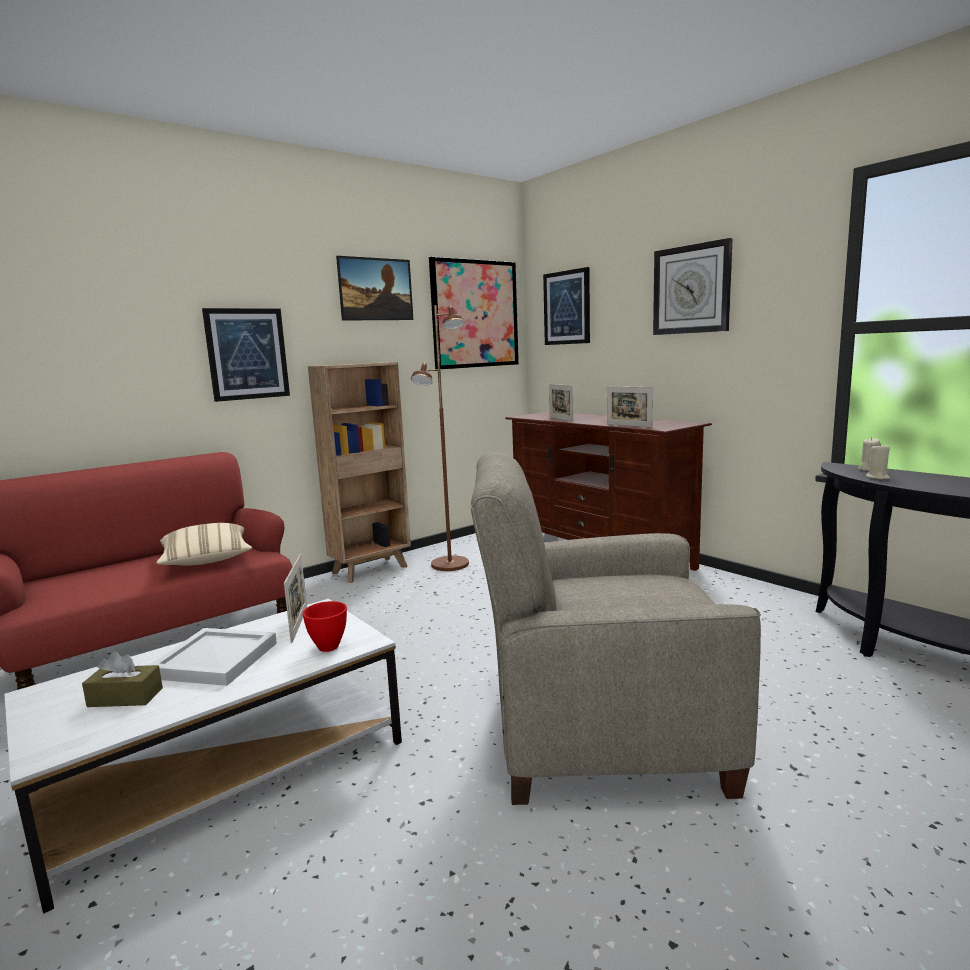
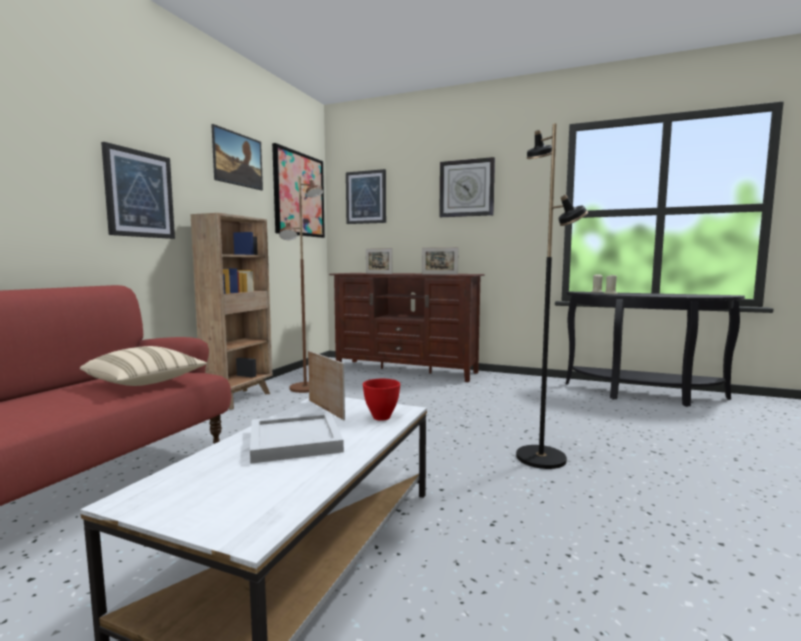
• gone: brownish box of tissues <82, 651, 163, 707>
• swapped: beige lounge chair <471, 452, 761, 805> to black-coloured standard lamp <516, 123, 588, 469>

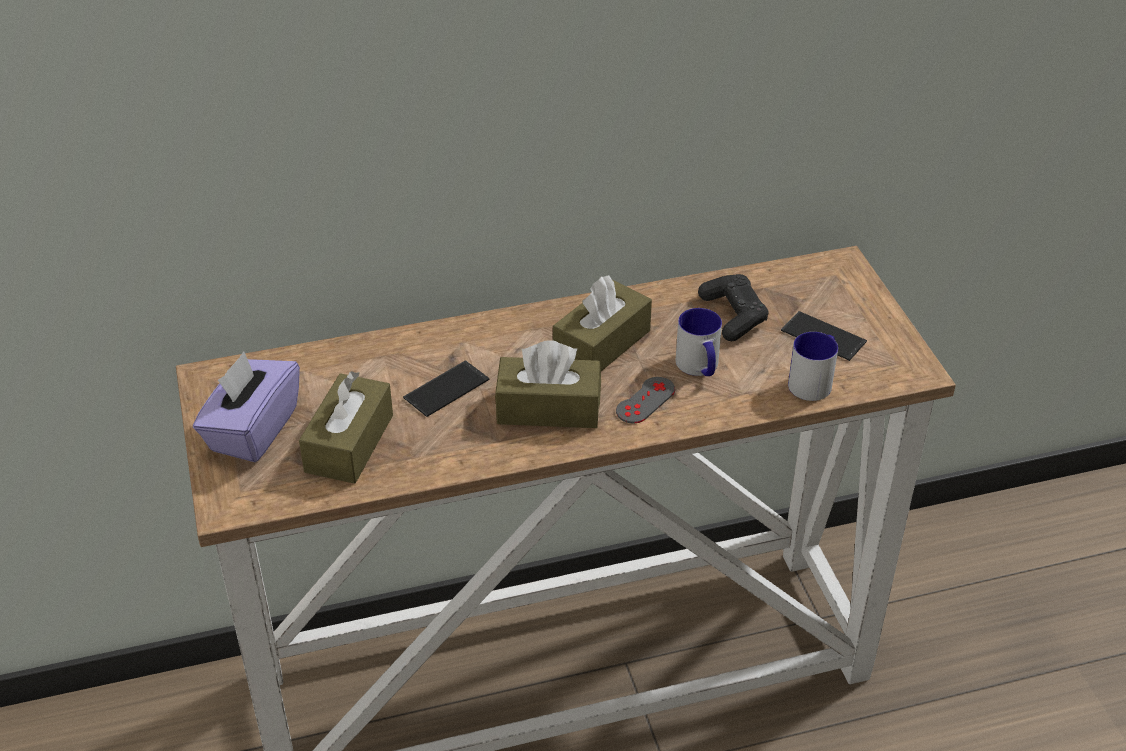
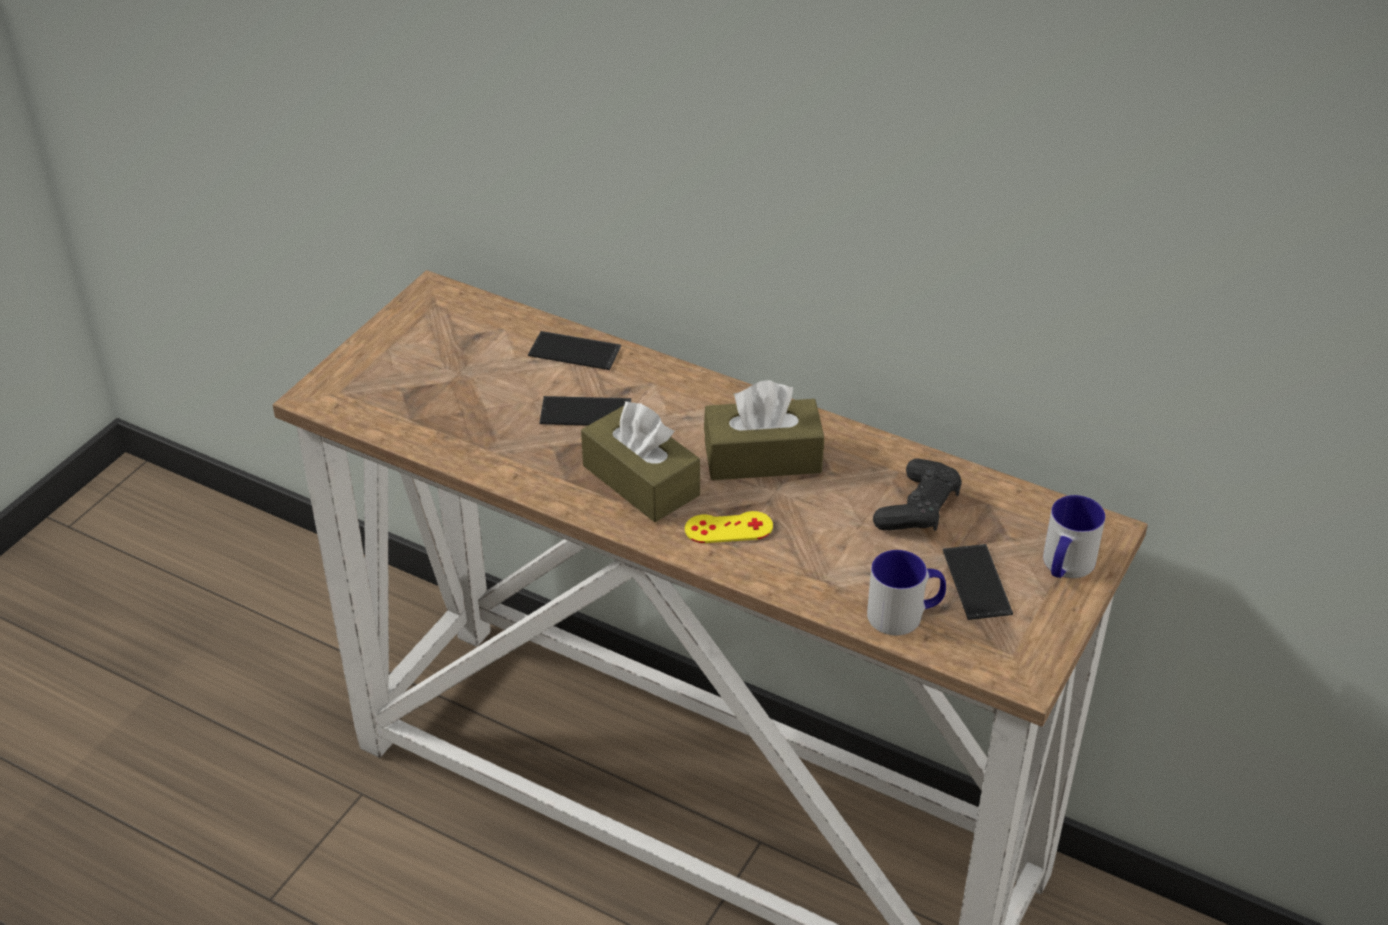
• gone: purple box of tissues <193, 352, 300, 462>
• gone: brownish box of tissues <299, 371, 393, 484>
• new: phone <528, 331, 621, 370>
• shifted: mug <676, 308, 722, 376> to <1043, 495, 1105, 578>
• repainted: grey joypad <616, 377, 675, 423> to yellow joypad <685, 511, 773, 543>

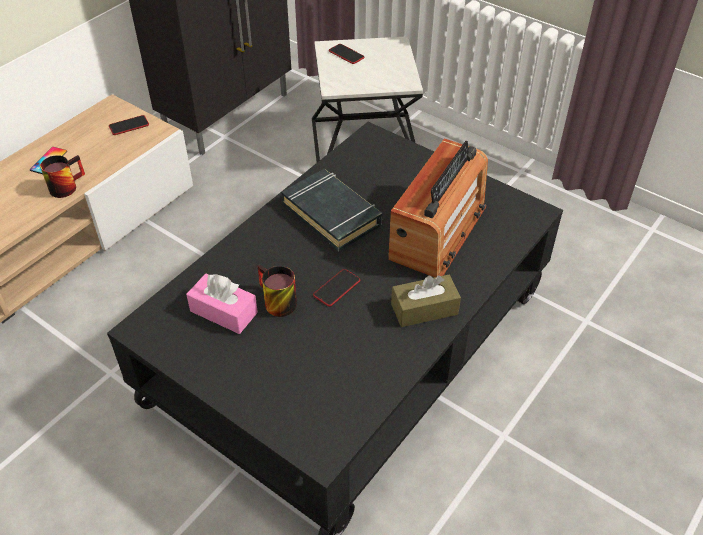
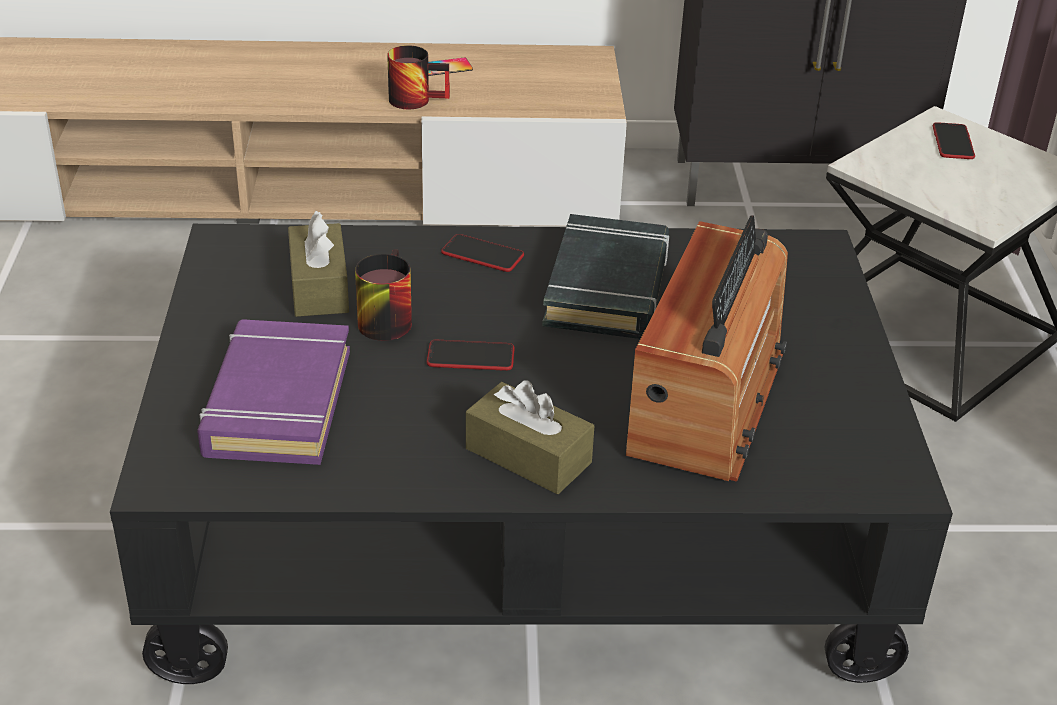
• new: purple bound book <197, 319, 350, 465>
• shifted: phone <109, 115, 149, 135> to <441, 234, 524, 272>
• repainted: pink-coloured box of tissues <186, 274, 258, 334> to brownish box of tissues <288, 211, 349, 317>
• rotated: radio set <388, 139, 488, 278> = <626, 216, 788, 482> 60 degrees counterclockwise

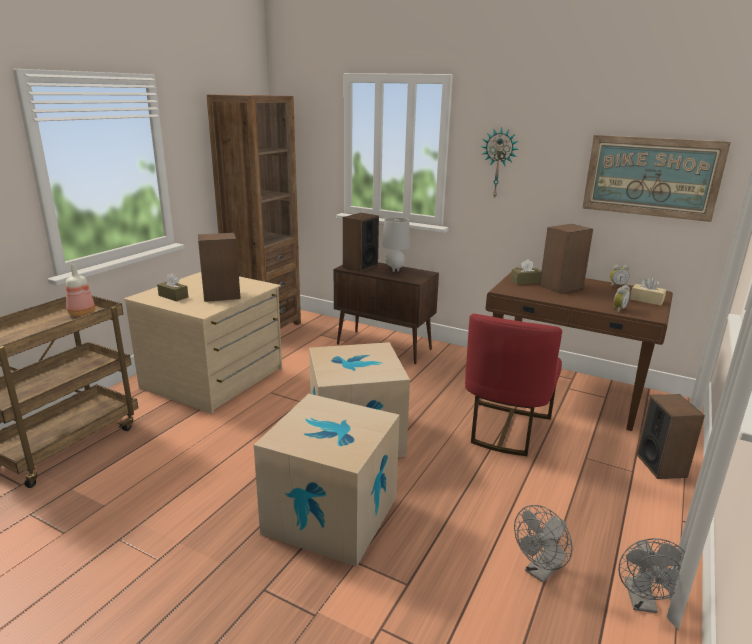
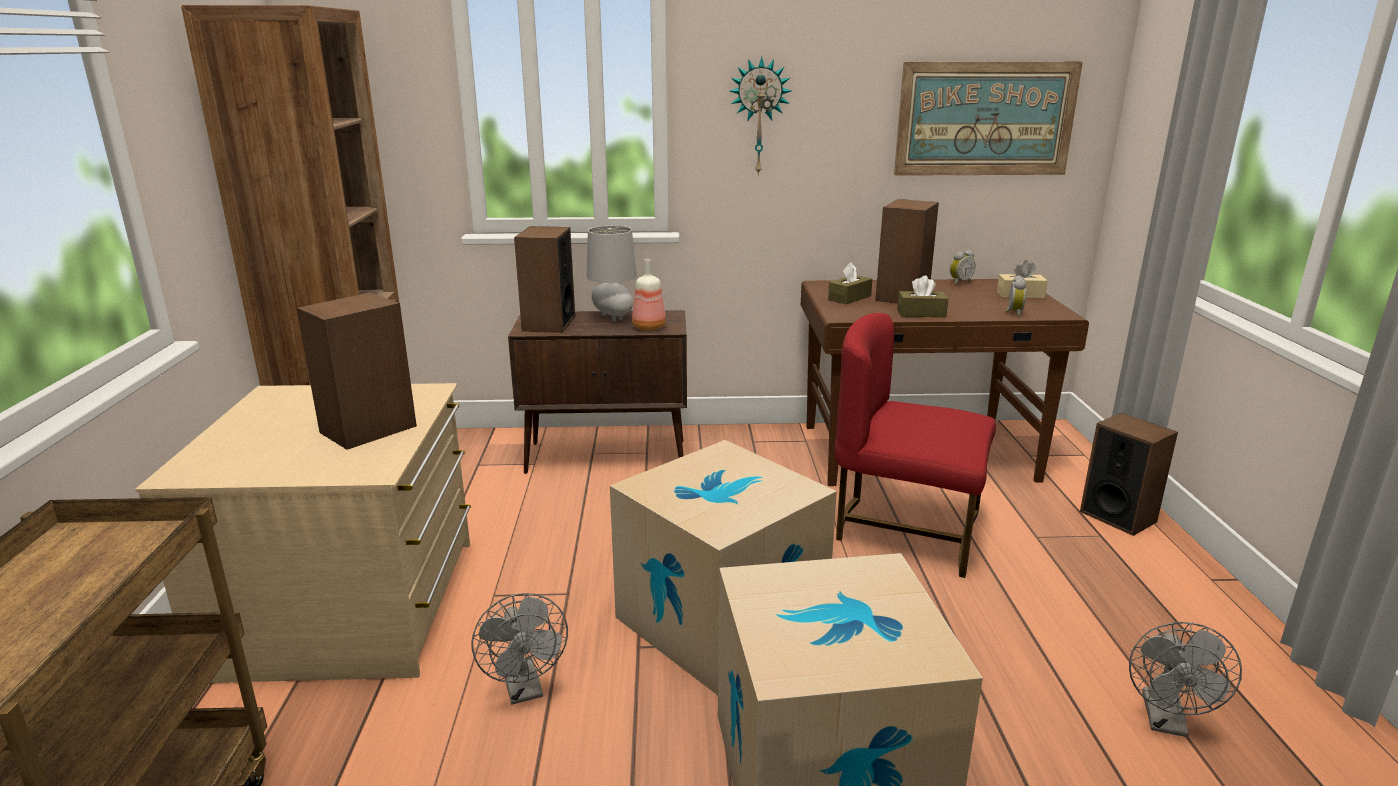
• shifted: beverage bottle <66, 263, 95, 317> to <632, 259, 666, 331>
• shifted: brownish box of tissues <157, 273, 188, 301> to <897, 276, 948, 317>
• shifted: grey electric fan <619, 538, 685, 613> to <472, 593, 568, 704>
• rotated: red-coloured chair <465, 314, 562, 456> = <835, 313, 996, 578> 120 degrees clockwise

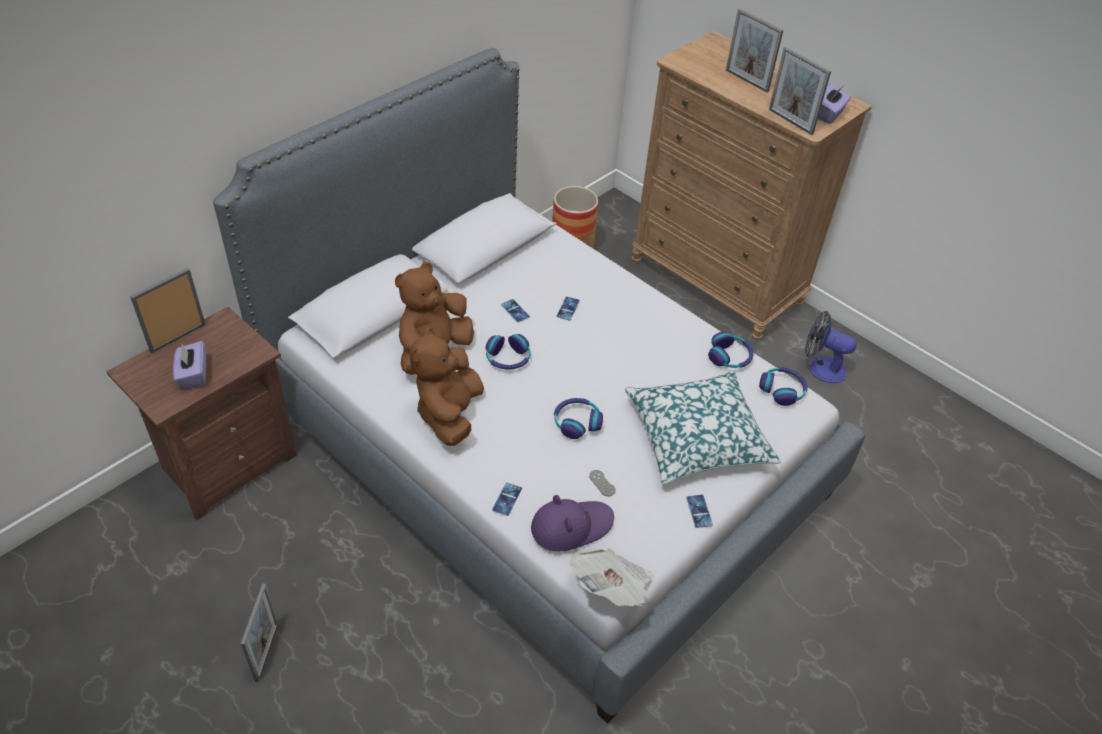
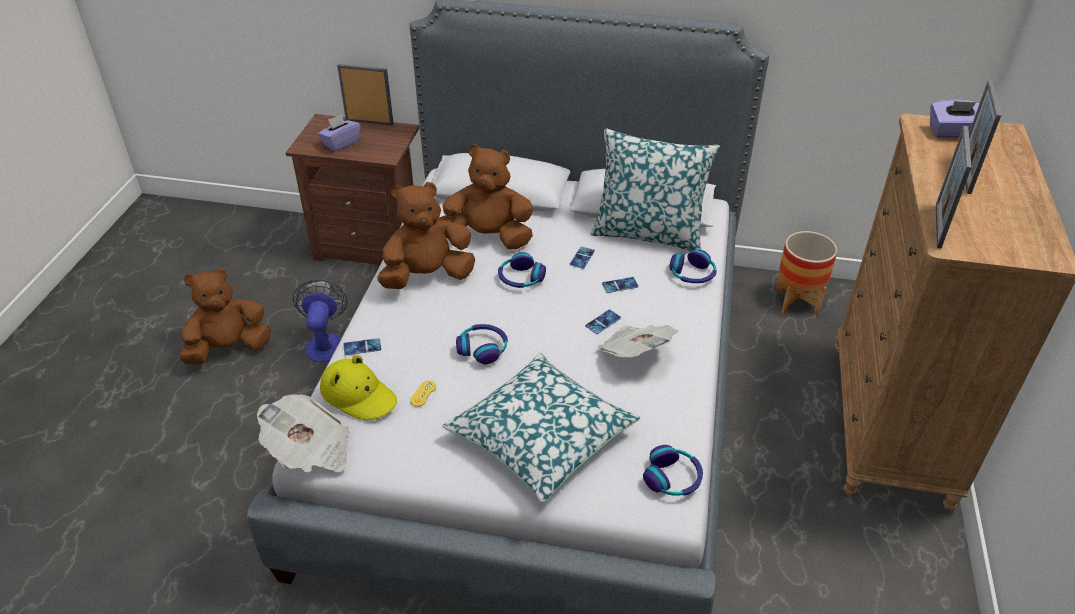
• new: pillow <591, 129, 720, 252>
• new: printed paper <597, 325, 679, 357>
• shifted: phone <686, 495, 713, 528> to <585, 309, 621, 334>
• shifted: headset <708, 332, 754, 368> to <670, 250, 717, 283>
• shifted: electric fan <805, 311, 857, 383> to <293, 280, 347, 362>
• shifted: purple box of tissues <818, 84, 851, 124> to <930, 100, 979, 138>
• swapped: photo frame <241, 584, 278, 682> to brownish plush toy <179, 268, 271, 364>
• repainted: purple hat <531, 495, 614, 551> to yellow hat <320, 355, 397, 420>
• repainted: grey joypad <589, 470, 616, 496> to yellow joypad <410, 381, 436, 407>

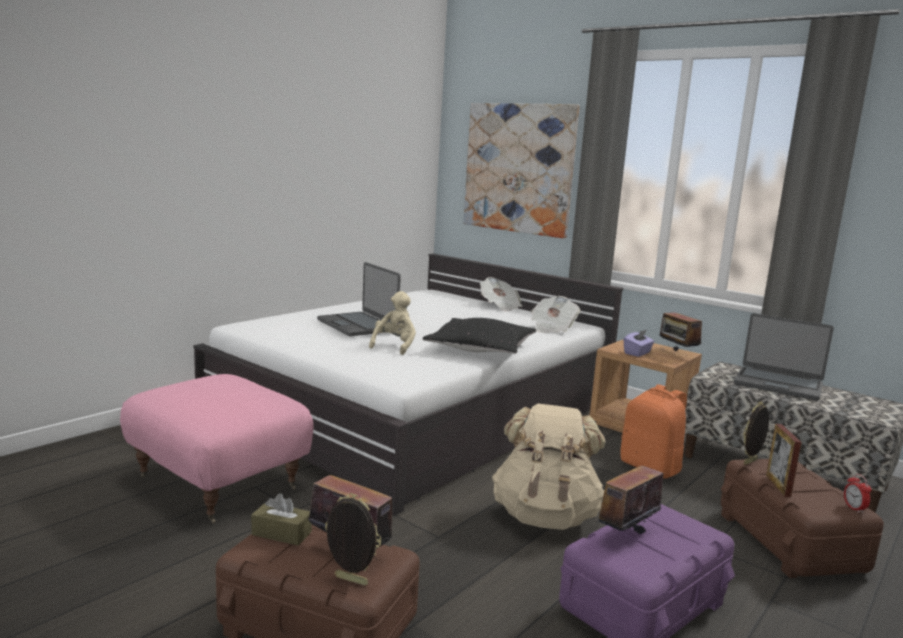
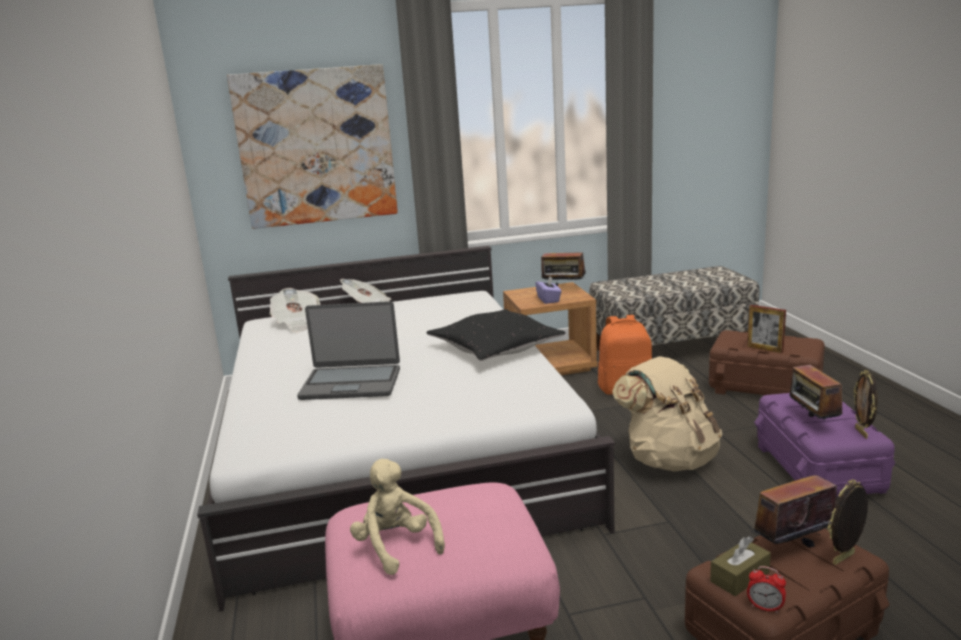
• gone: notebook computer <734, 313, 834, 401>
• shifted: beige plush toy <369, 291, 416, 355> to <350, 459, 445, 575>
• shifted: printed paper <531, 296, 580, 333> to <269, 288, 320, 333>
• shifted: photo frame <743, 402, 769, 465> to <854, 370, 878, 439>
• shifted: table clock <844, 474, 871, 513> to <747, 566, 786, 613>

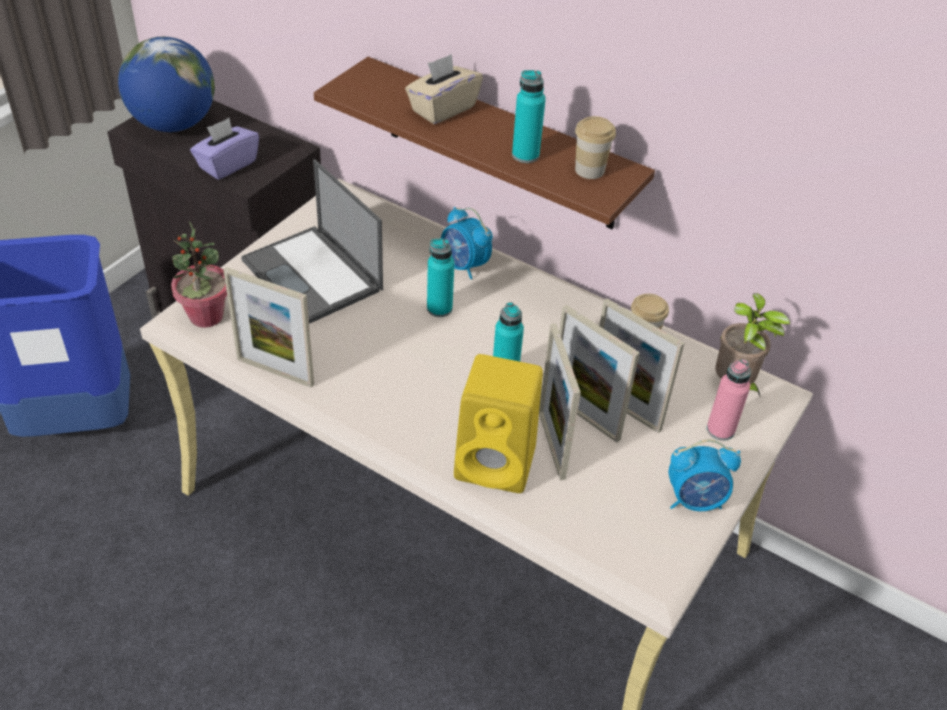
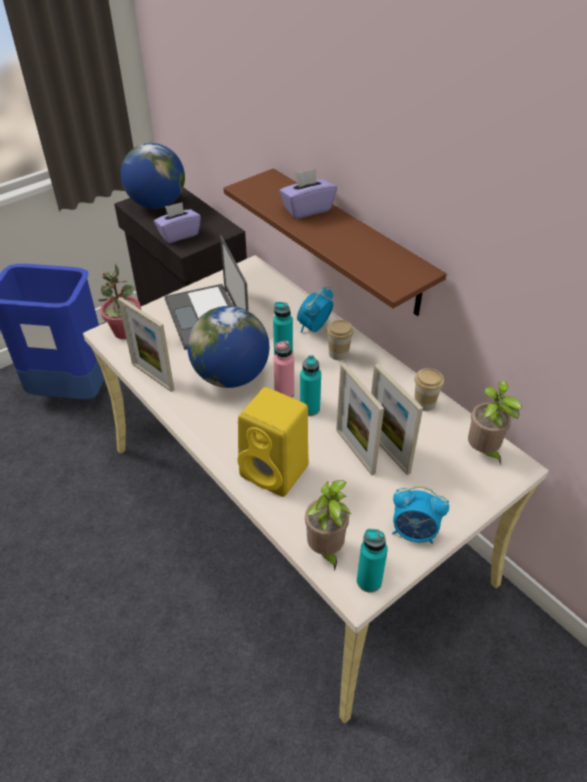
• gone: photo frame <539, 324, 581, 480>
• new: desk globe <187, 306, 269, 388>
• new: potted plant <305, 480, 351, 571>
• shifted: blue-green beverage bottle <512, 70, 546, 163> to <357, 529, 388, 593>
• shifted: cup <575, 116, 616, 179> to <327, 320, 354, 360>
• shifted: pink-coloured beverage bottle <707, 359, 751, 441> to <274, 341, 294, 398>
• repainted: beige box of tissues <405, 54, 483, 124> to purple box of tissues <279, 169, 337, 219>
• rotated: table clock <441, 207, 493, 279> = <297, 287, 333, 333> 60 degrees clockwise

